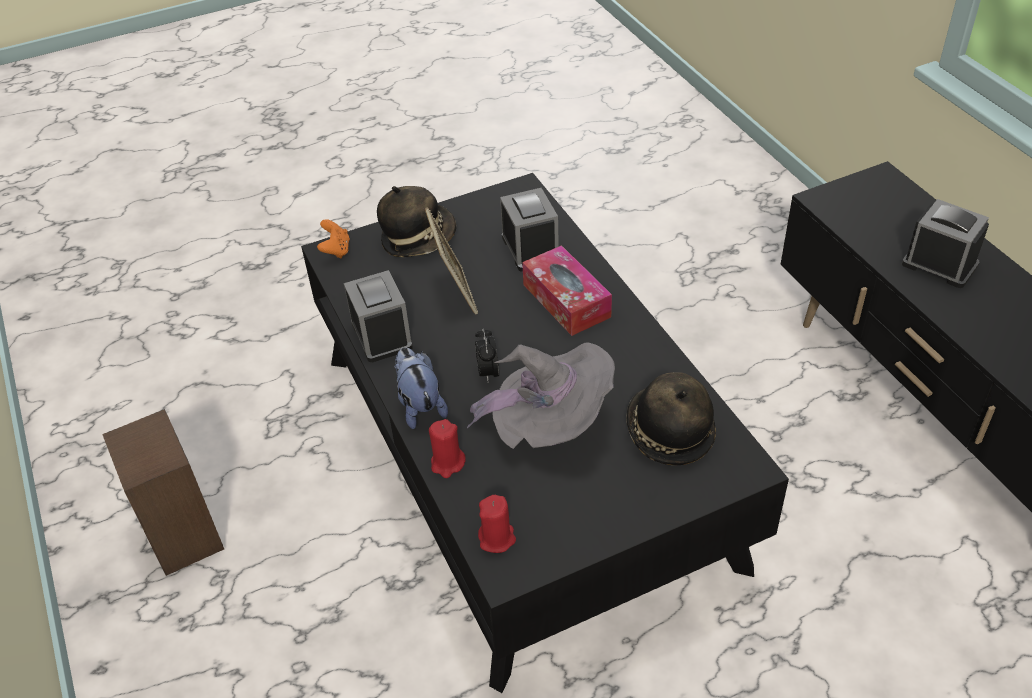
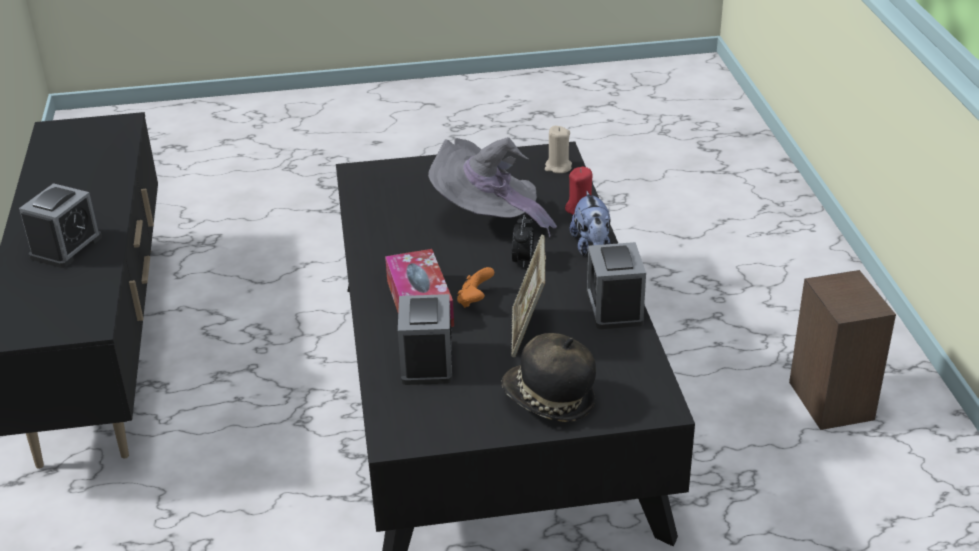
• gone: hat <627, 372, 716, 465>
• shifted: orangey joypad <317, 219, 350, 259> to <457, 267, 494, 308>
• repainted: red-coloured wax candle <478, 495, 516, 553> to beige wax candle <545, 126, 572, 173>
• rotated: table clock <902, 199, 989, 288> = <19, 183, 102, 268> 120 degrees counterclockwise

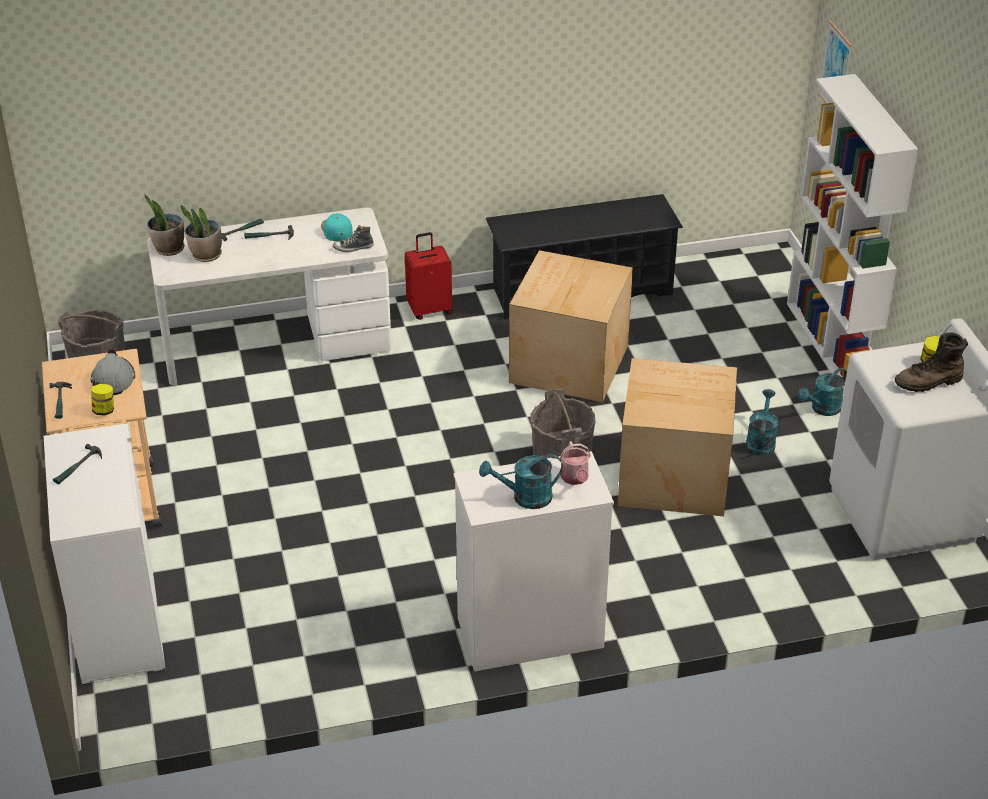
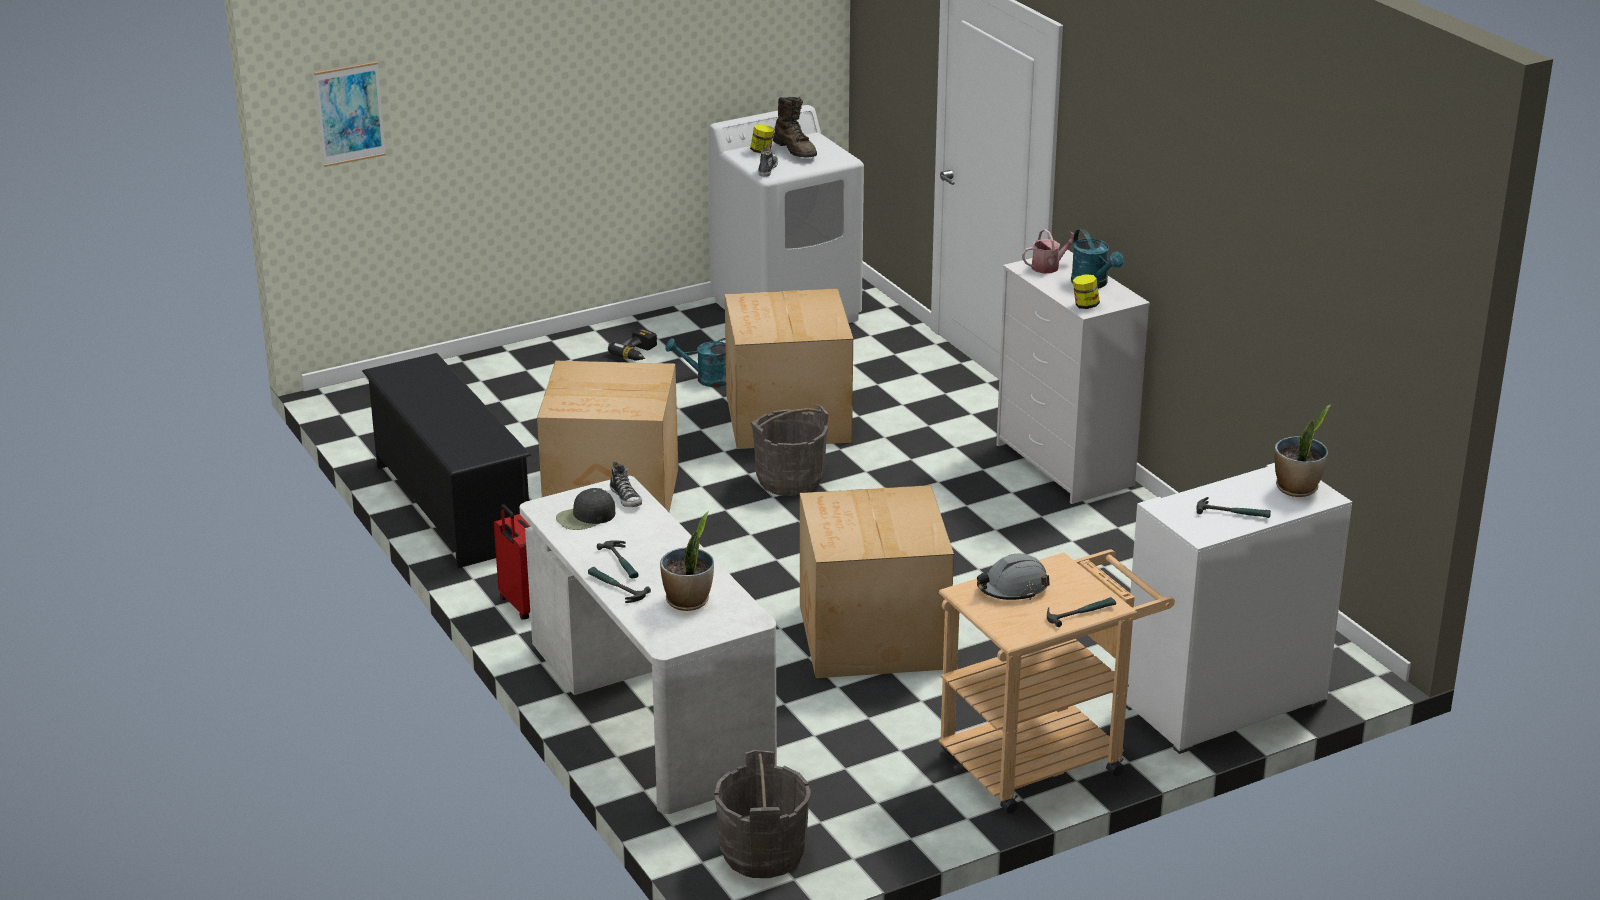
• gone: whitish bookshelf <787, 74, 918, 386>
• new: shoe <758, 147, 778, 177>
• new: cardboard box <800, 485, 954, 678>
• shifted: storage jar <91, 384, 114, 416> to <1073, 274, 1100, 309>
• shifted: potted plant <144, 194, 184, 256> to <1275, 405, 1331, 497>
• swapped: blue-green sprinkling can <798, 368, 847, 416> to electric drill <608, 328, 657, 361>
• repainted: blue-green baseball cap <321, 213, 353, 241> to black-coloured baseball cap <556, 488, 615, 530>

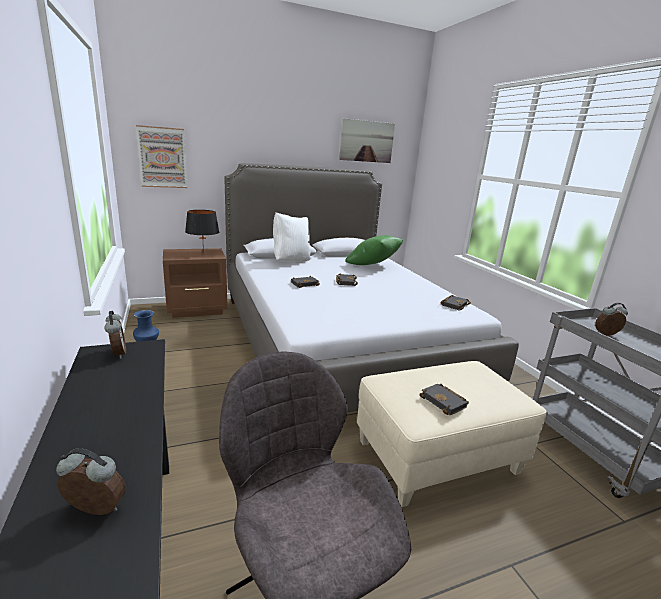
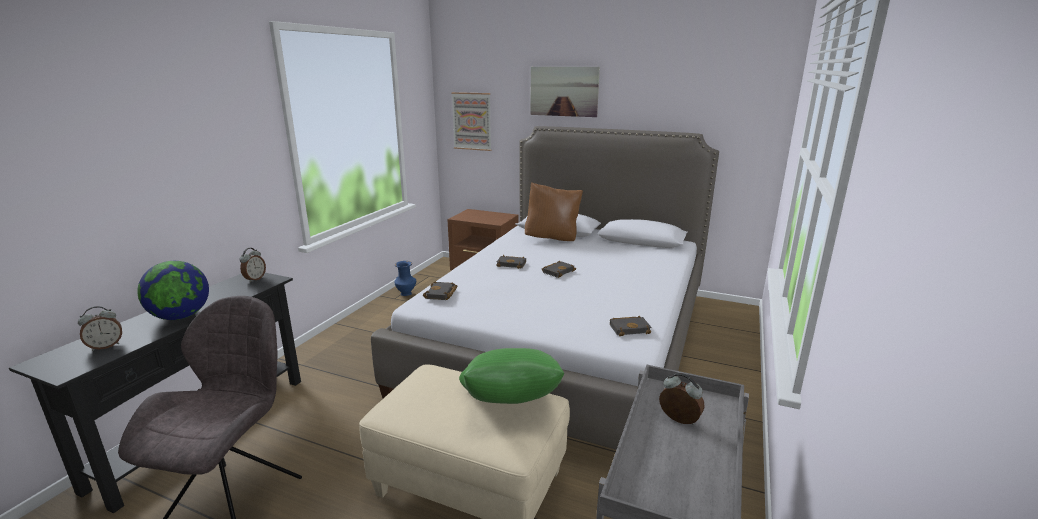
• gone: black-coloured table lamp <185, 210, 219, 253>
• new: desk globe <137, 261, 209, 320>
• shifted: picture <339, 118, 395, 163> to <530, 67, 600, 117>
• shifted: greenish pillow <345, 235, 403, 265> to <459, 348, 564, 404>
• shifted: black-coloured bound book <419, 384, 469, 415> to <423, 281, 457, 300>
• repainted: whitish pillow <273, 212, 311, 261> to brownish pillow <525, 182, 583, 241>
• rotated: table clock <56, 448, 126, 515> = <78, 306, 122, 351> 90 degrees clockwise

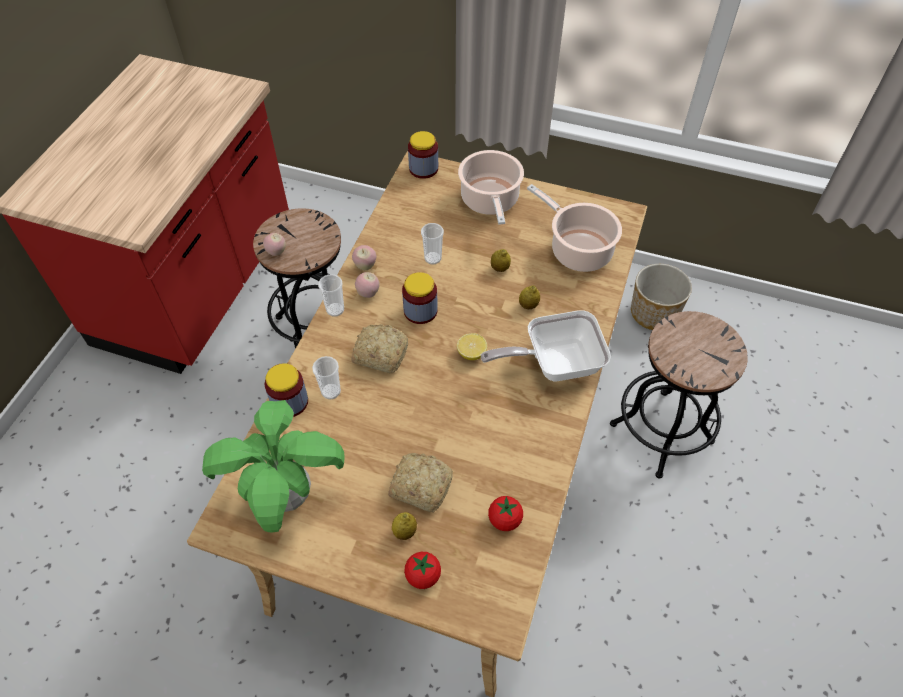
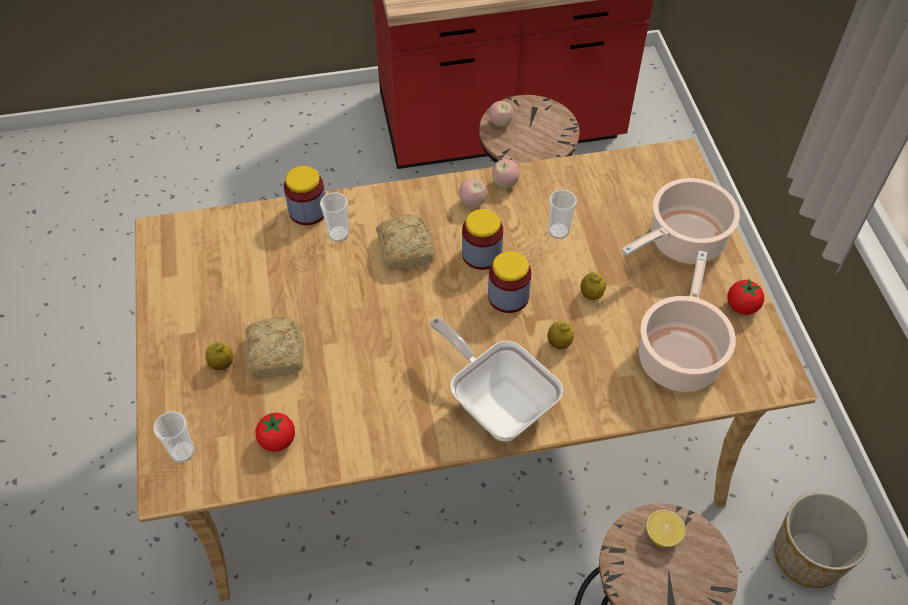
• gone: potted plant <202, 400, 345, 532>
• shifted: cup <318, 274, 344, 317> to <153, 411, 195, 463>
• shifted: tomato <404, 552, 441, 589> to <727, 279, 764, 315>
• shifted: storage jar <408, 131, 438, 179> to <488, 251, 532, 313>
• shifted: lemon <457, 333, 487, 360> to <646, 510, 686, 548>

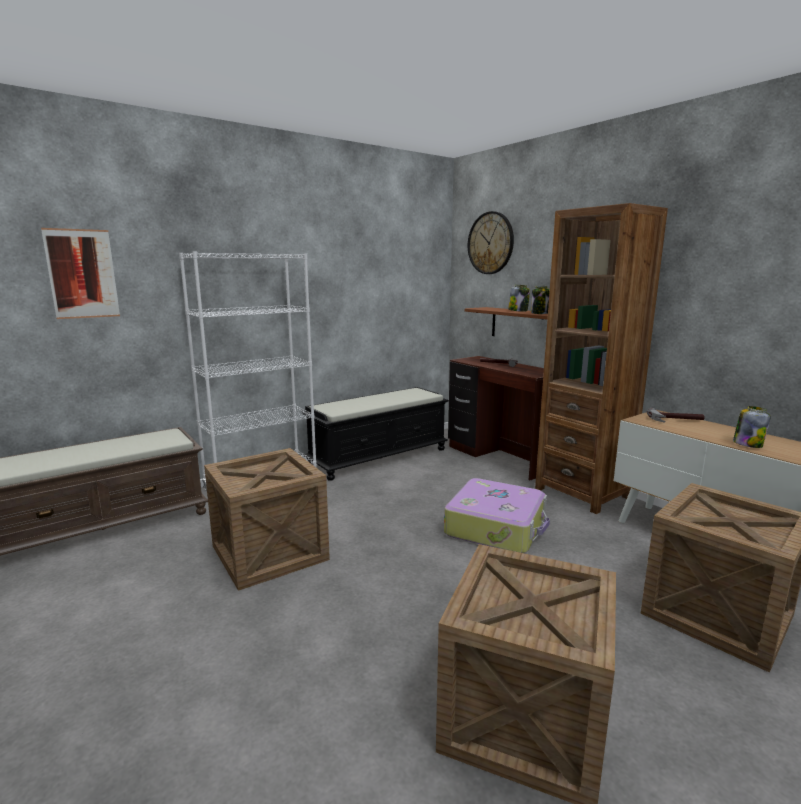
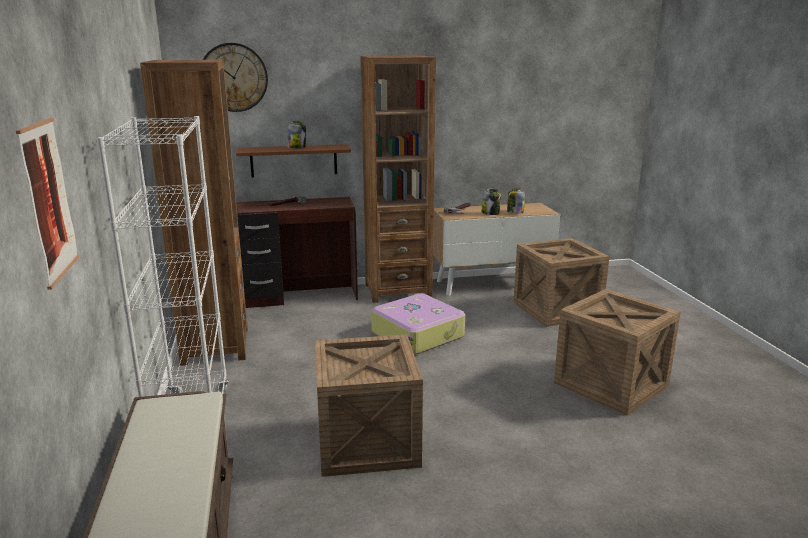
• shifted: storage jar <531, 286, 550, 314> to <481, 189, 501, 215>
• swapped: black-coloured long seat <302, 387, 449, 481> to brownish bookshelf <140, 60, 248, 366>

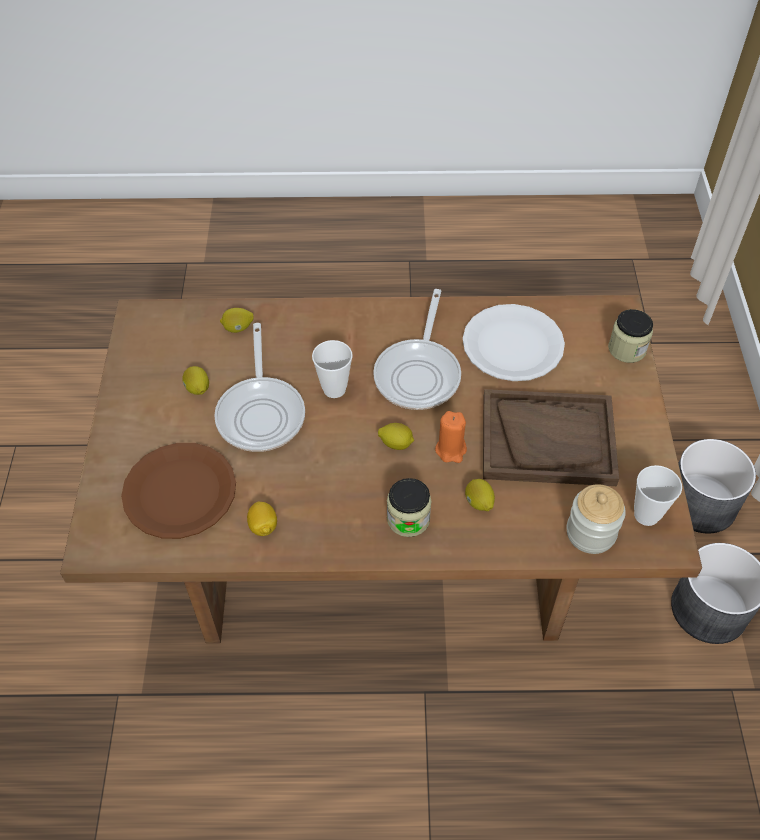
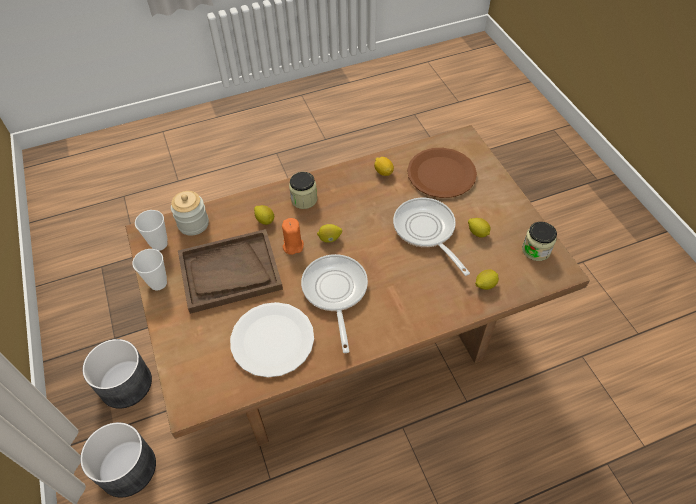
• shifted: cup <312, 340, 353, 398> to <132, 249, 167, 291>
• shifted: storage jar <608, 309, 653, 363> to <522, 222, 557, 261>

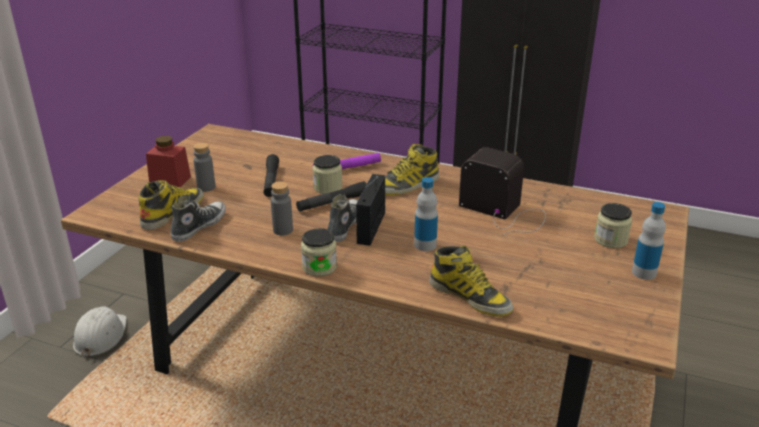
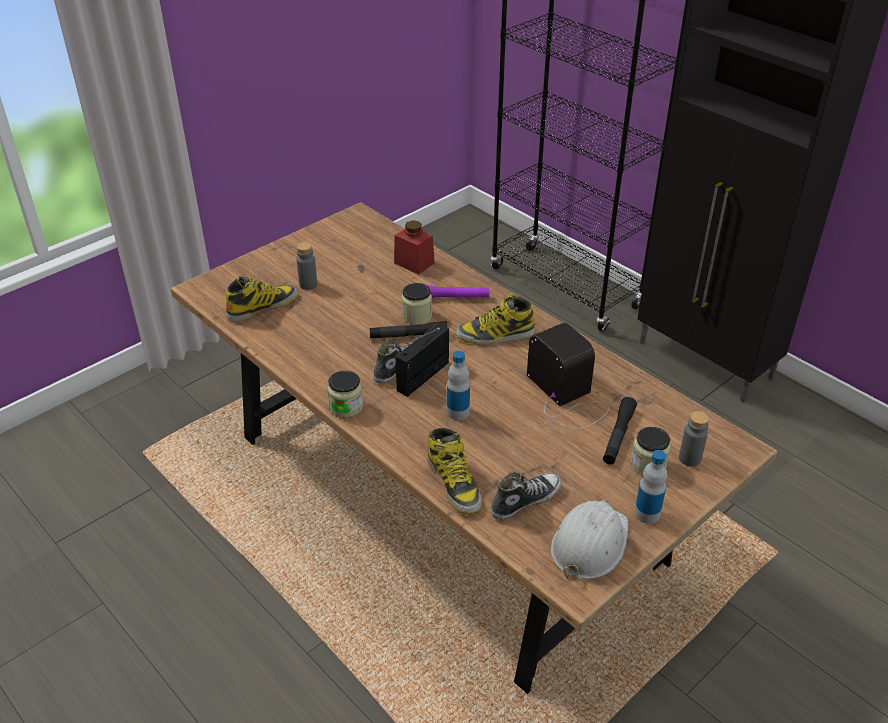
• shifted: whitish safety helmet <73, 306, 127, 358> to <550, 500, 629, 579>
• shifted: red-coloured storage jar <146, 136, 191, 187> to <394, 220, 435, 275>
• shifted: shoe <171, 195, 226, 242> to <491, 471, 562, 520>
• shifted: black-coloured hand torch <263, 154, 279, 197> to <603, 397, 637, 464>
• shifted: grey beverage bottle <271, 181, 293, 235> to <679, 411, 709, 467>

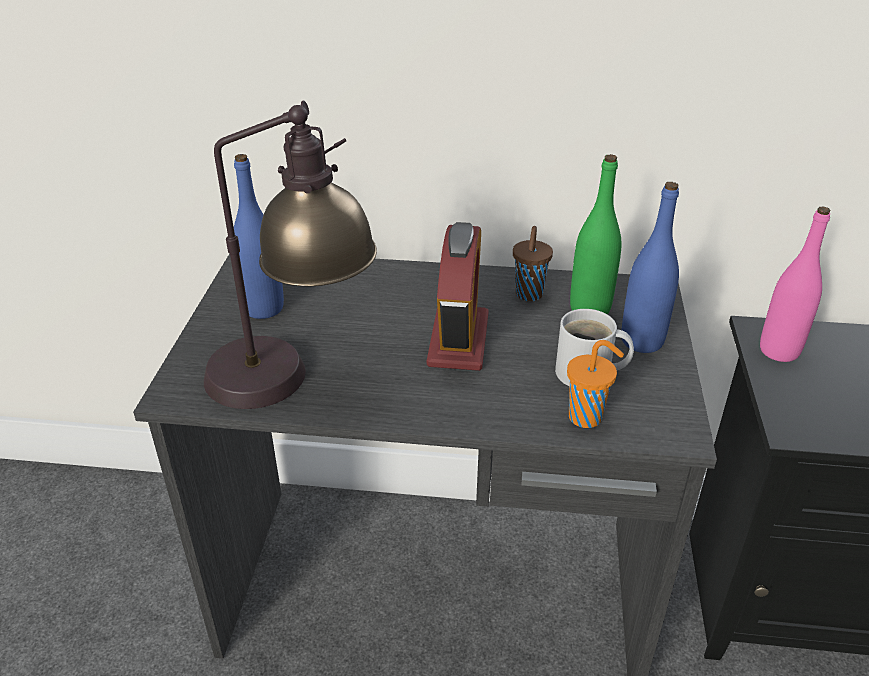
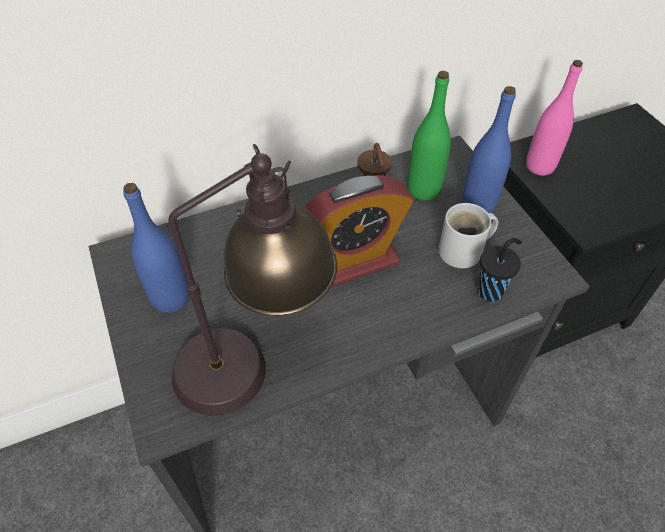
• repainted: orangey cup <567, 340, 624, 428> to black-coloured cup <477, 238, 522, 302>
• rotated: table clock <427, 222, 489, 371> = <303, 175, 414, 287> 90 degrees clockwise

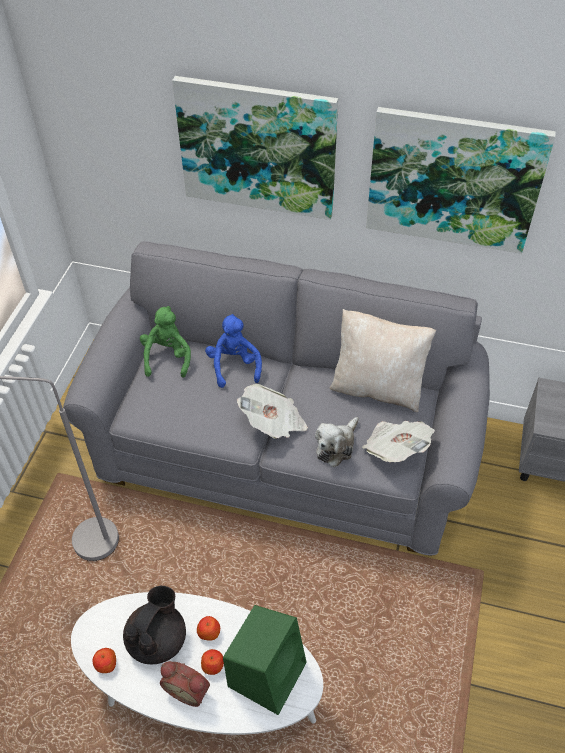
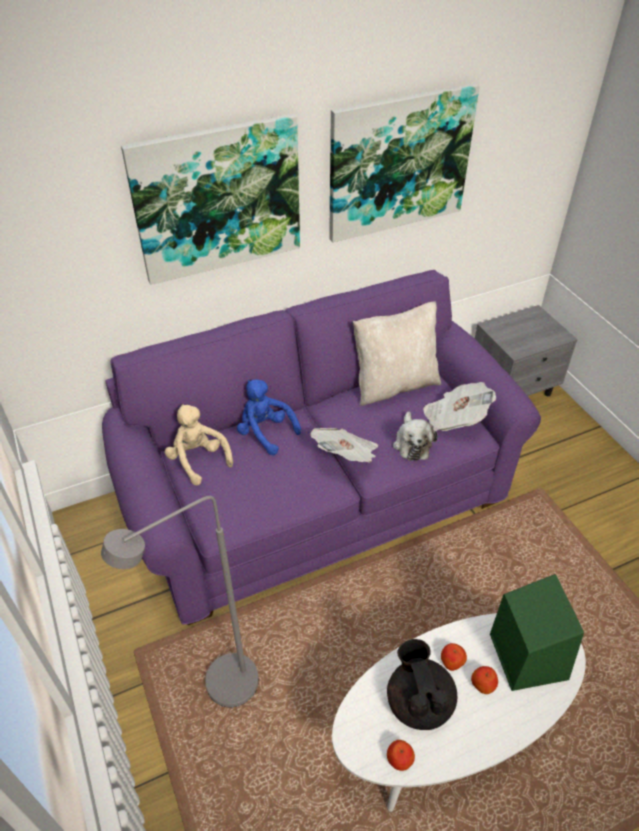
• gone: table clock <160, 661, 210, 707>
• repainted: grey settee <63, 241, 490, 556> to purple settee <102, 270, 541, 625>
• repainted: greenish plush toy <140, 306, 191, 378> to beige plush toy <165, 405, 233, 486>

